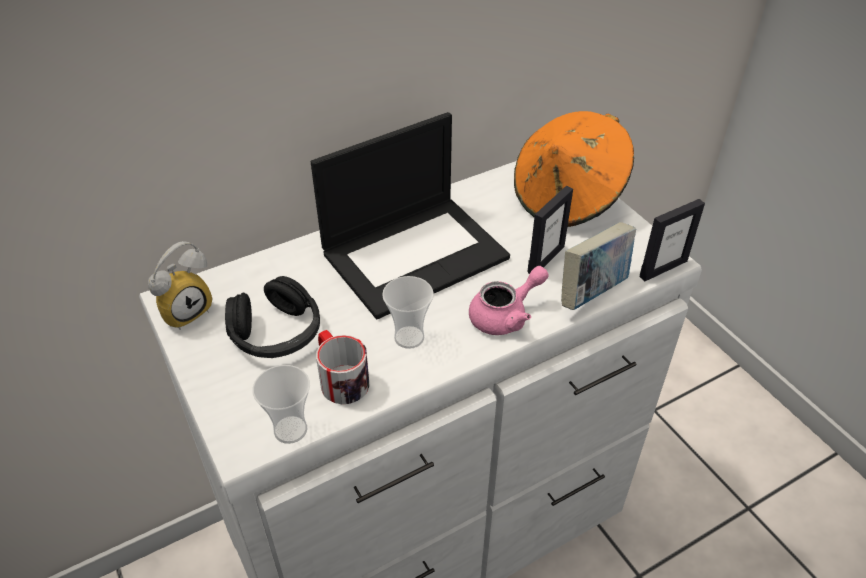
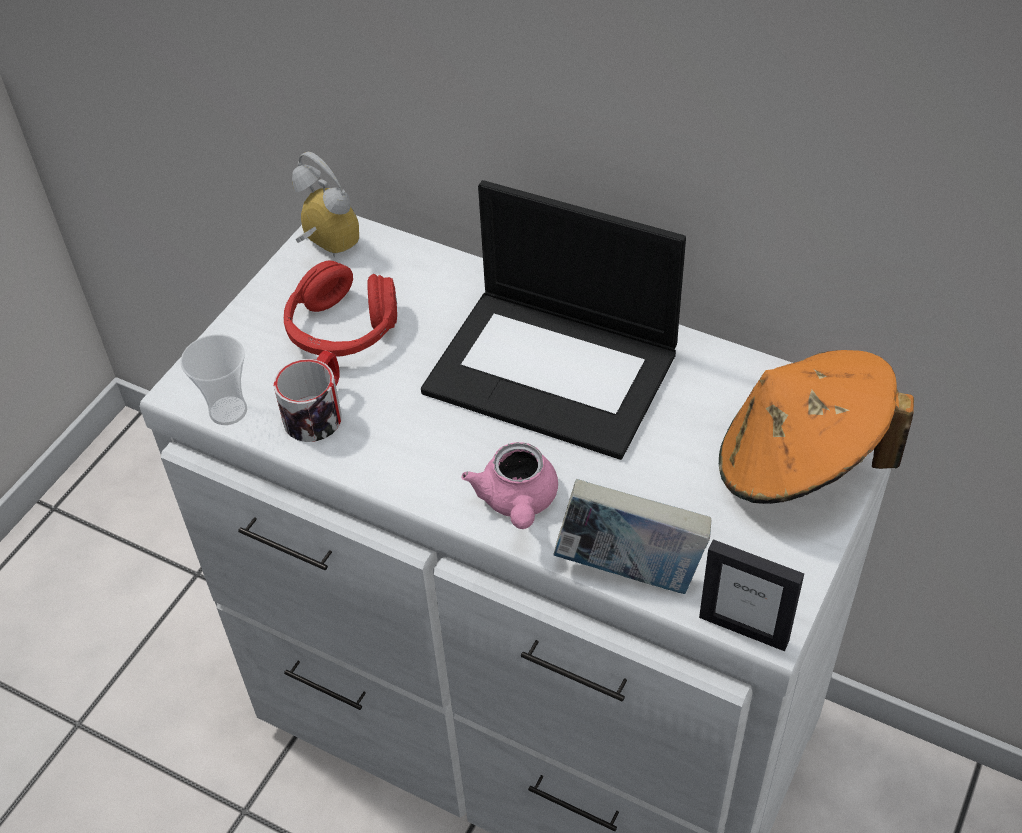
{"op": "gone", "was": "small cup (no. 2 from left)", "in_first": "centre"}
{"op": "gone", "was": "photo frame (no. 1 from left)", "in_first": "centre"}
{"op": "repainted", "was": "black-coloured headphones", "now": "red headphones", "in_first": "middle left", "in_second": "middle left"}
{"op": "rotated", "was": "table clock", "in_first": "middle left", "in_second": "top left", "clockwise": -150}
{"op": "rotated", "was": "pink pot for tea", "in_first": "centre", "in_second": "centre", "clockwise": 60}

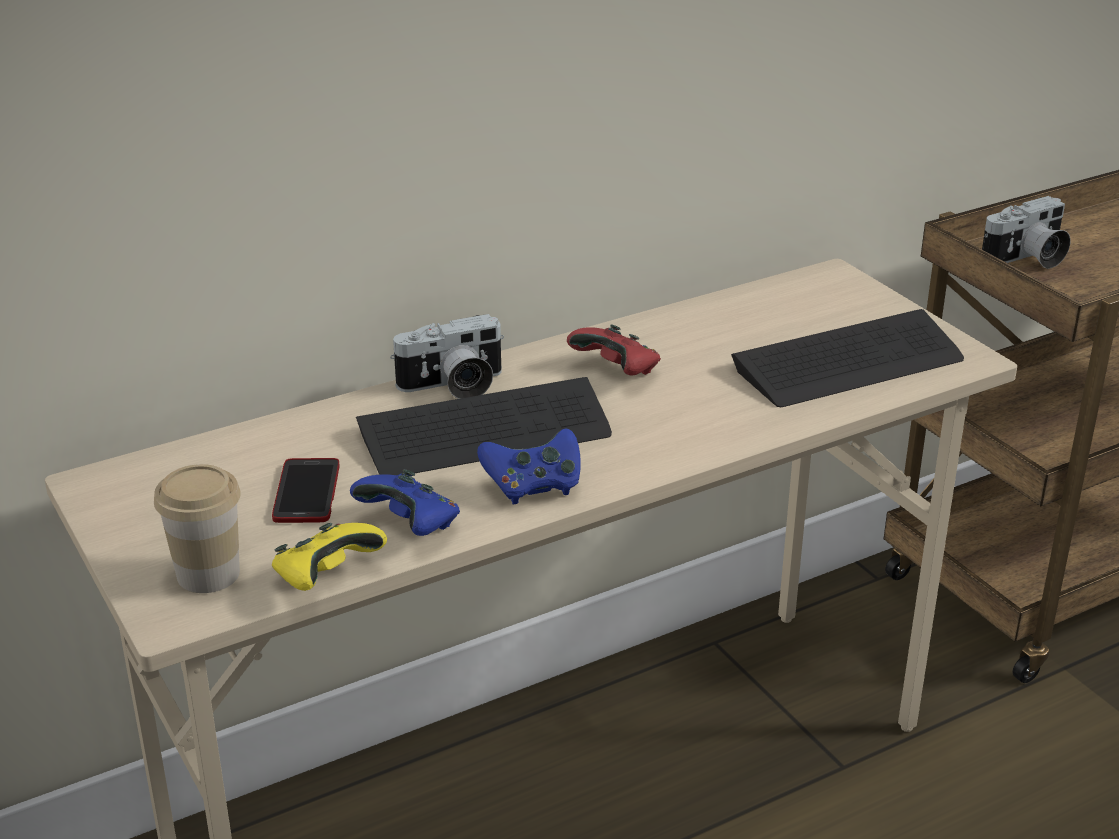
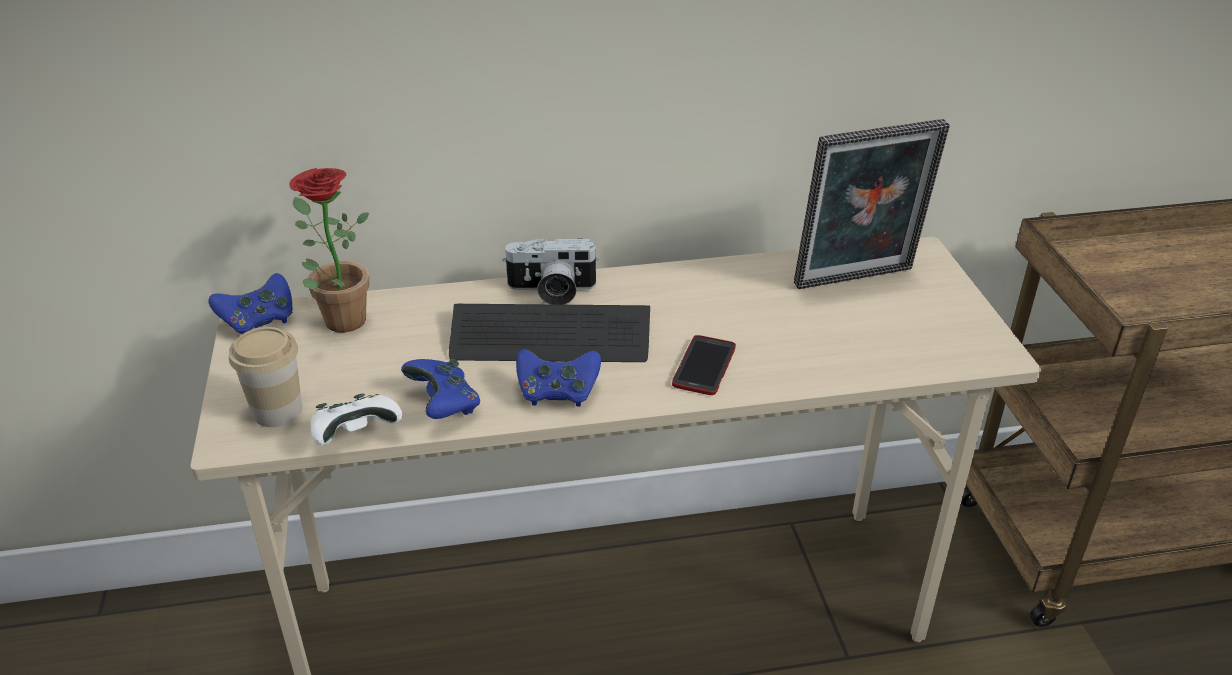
{"op": "gone", "was": "red game controller", "in_first": "centre"}
{"op": "gone", "was": "PC keyboard (no. 2 from left)", "in_first": "middle right"}
{"op": "gone", "was": "still camera (no. 2 from left)", "in_first": "top right"}
{"op": "new", "now": "blue-coloured game controller (no. 1 from left)", "in_second": "middle left"}
{"op": "new", "now": "houseplant", "in_second": "middle left"}
{"op": "new", "now": "photo frame", "in_second": "top right"}
{"op": "shifted", "was": "telephone", "in_first": "middle left", "in_second": "centre"}
{"op": "repainted", "was": "yellow-coloured game controller", "now": "whitish game controller", "in_first": "middle left", "in_second": "middle left"}

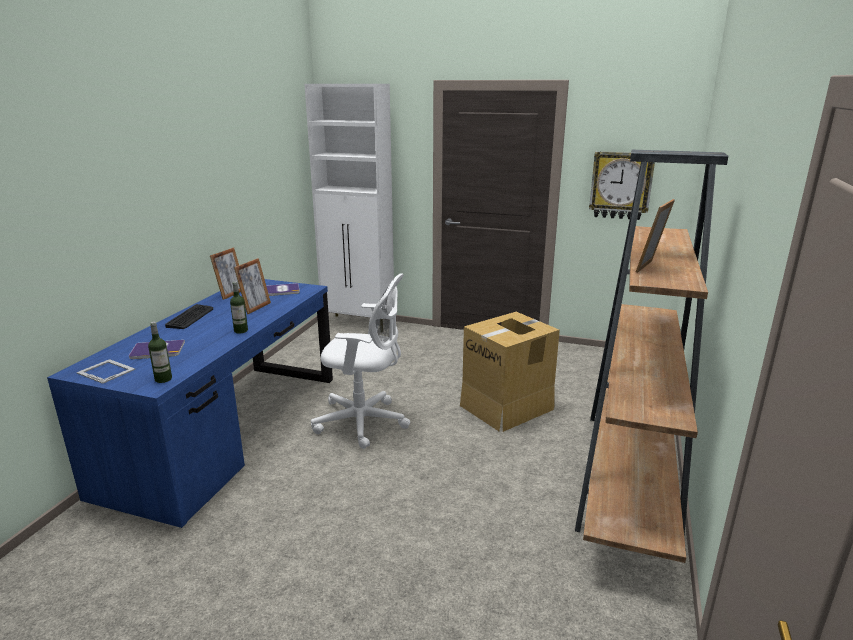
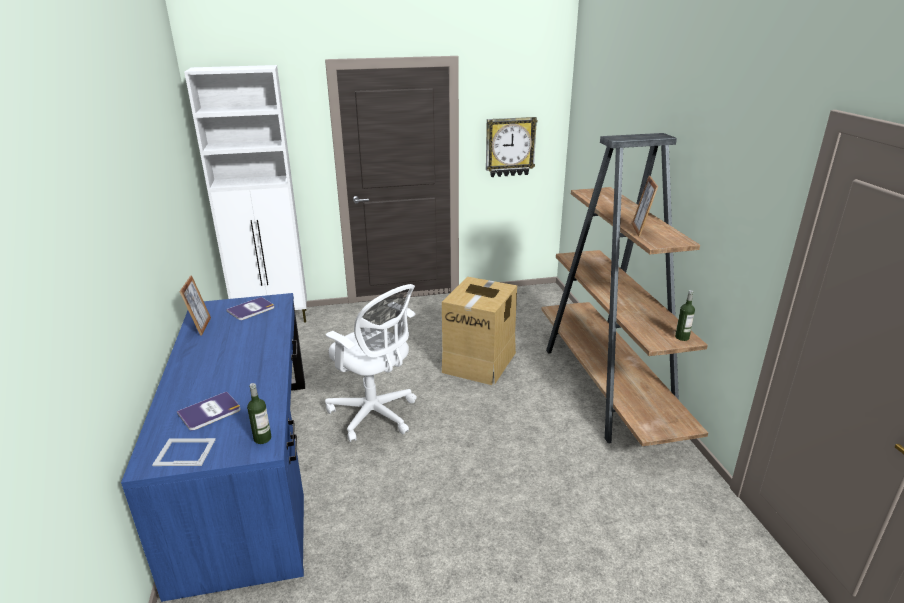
{"op": "gone", "was": "PC keyboard", "in_first": "middle left"}
{"op": "gone", "was": "photo frame (no. 3 from left)", "in_first": "middle left"}
{"op": "shifted", "was": "bottle (no. 2 from left)", "in_first": "middle left", "in_second": "middle right"}
{"op": "rotated", "was": "whitish desk chair", "in_first": "centre", "in_second": "centre", "clockwise": 60}

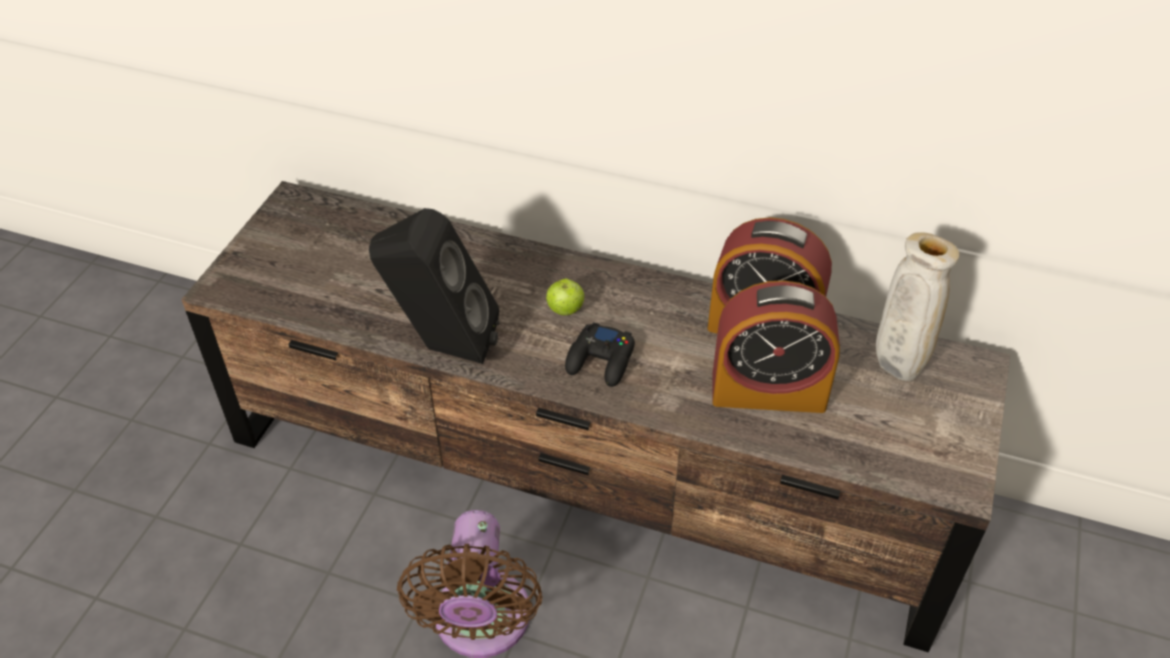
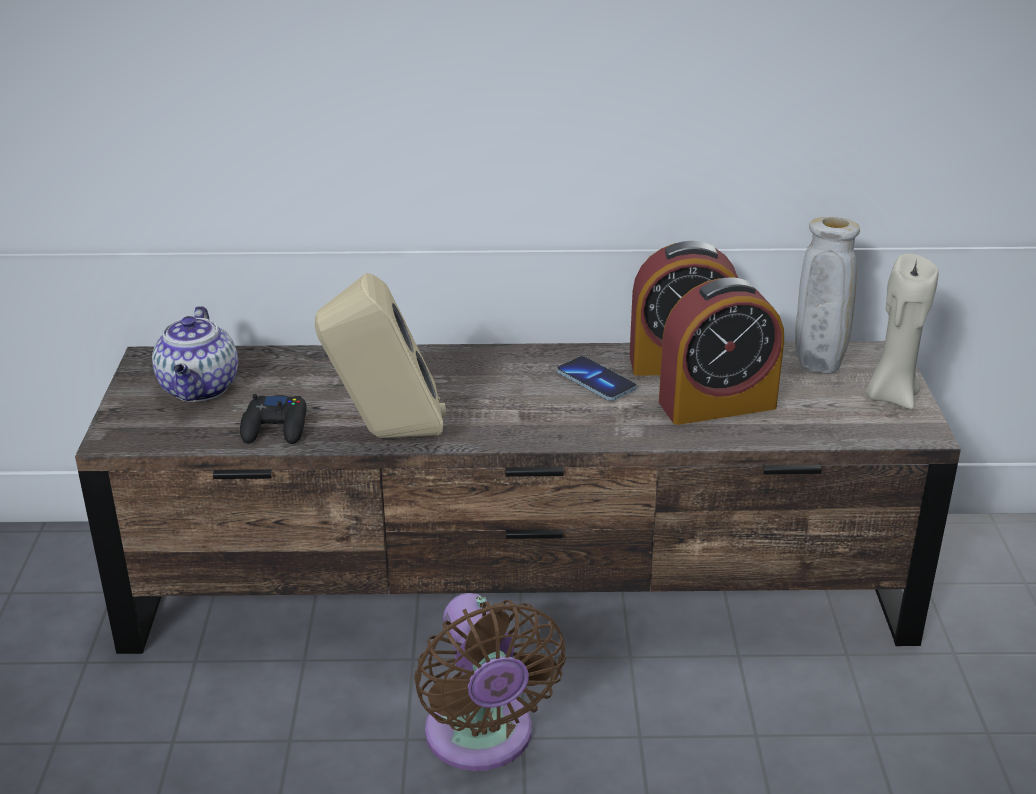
{"op": "gone", "was": "apple fruit", "in_first": "centre"}
{"op": "new", "now": "pot for tea", "in_second": "middle left"}
{"op": "new", "now": "telephone", "in_second": "centre"}
{"op": "new", "now": "beige candle", "in_second": "middle right"}
{"op": "shifted", "was": "black-coloured game controller", "in_first": "centre", "in_second": "middle left"}
{"op": "repainted", "was": "black-coloured loudspeaker", "now": "beige loudspeaker", "in_first": "centre", "in_second": "centre"}

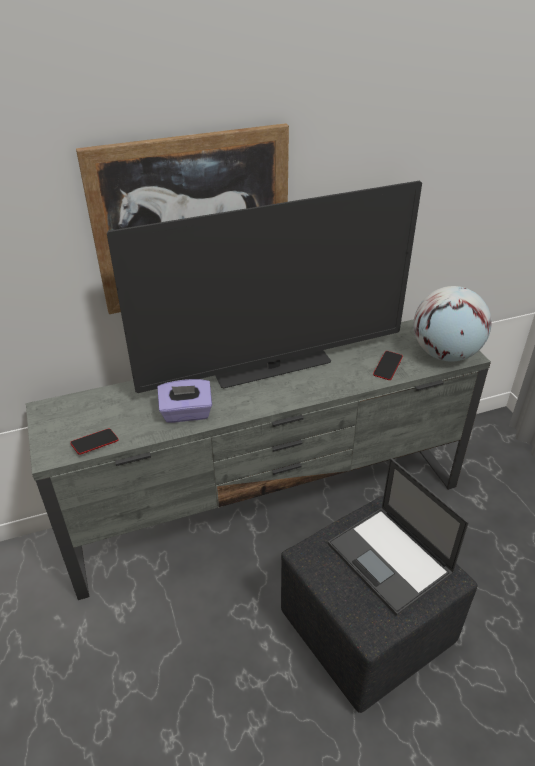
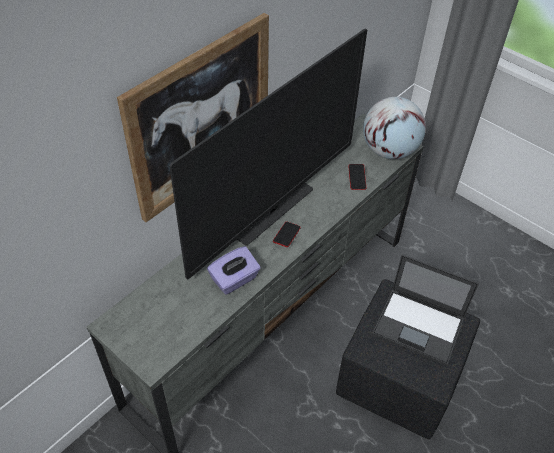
{"op": "shifted", "was": "telephone (no. 1 from left)", "in_first": "middle left", "in_second": "centre"}

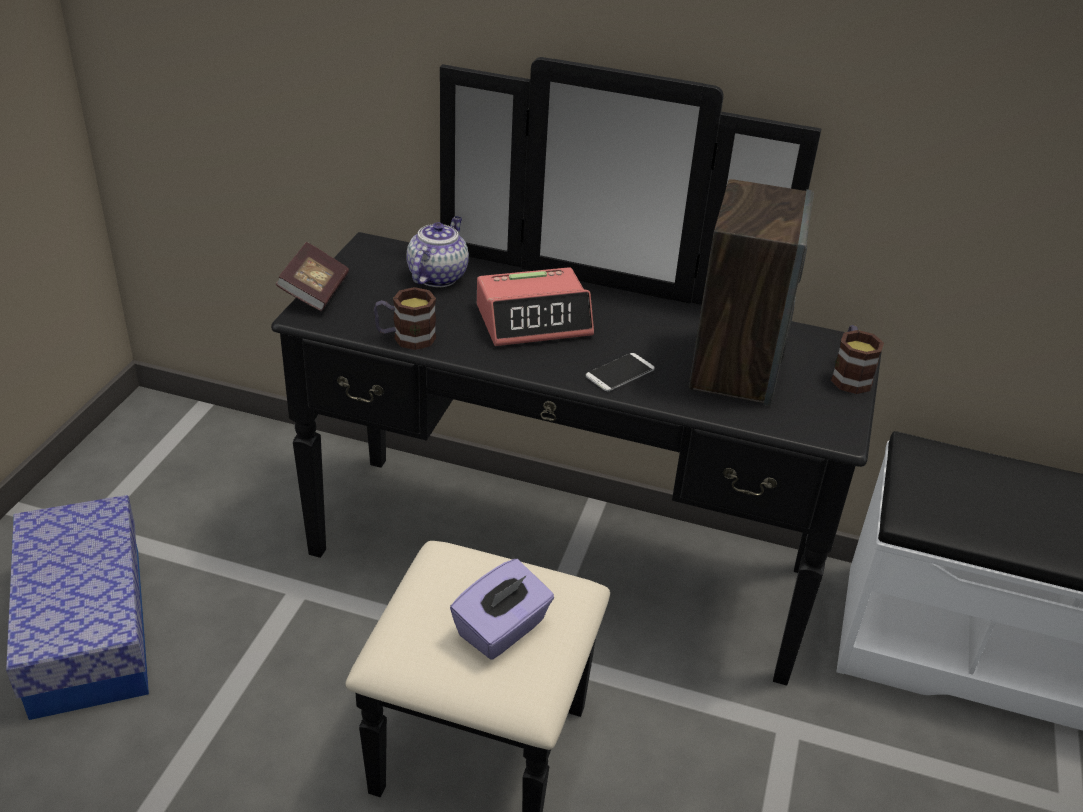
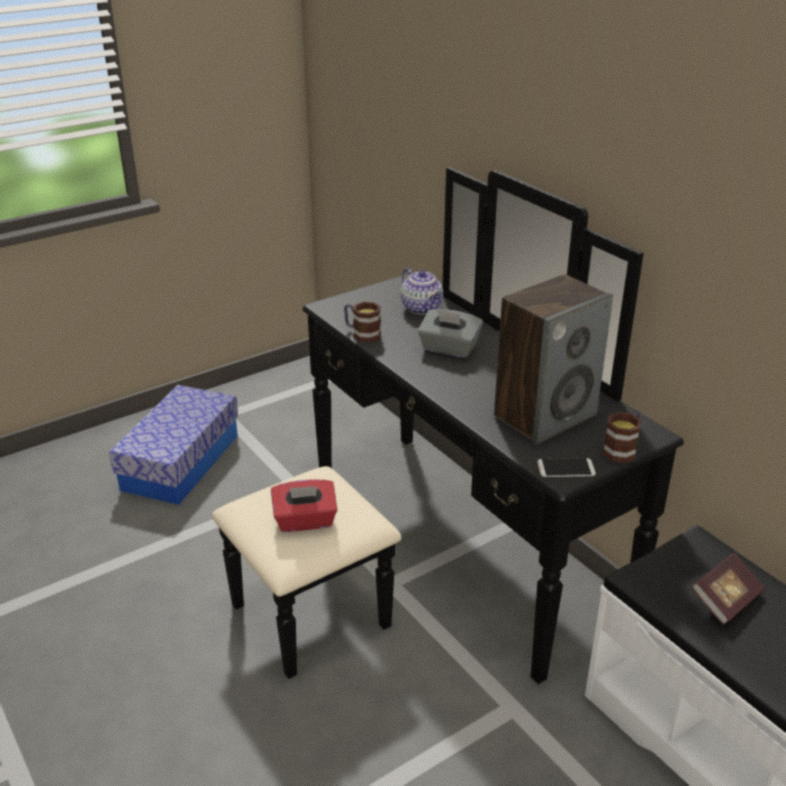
{"op": "shifted", "was": "volume", "in_first": "middle left", "in_second": "bottom right"}
{"op": "shifted", "was": "telephone", "in_first": "centre", "in_second": "middle right"}
{"op": "swapped", "was": "table clock", "now": "greyish tissue box", "in_first": "centre", "in_second": "centre"}
{"op": "repainted", "was": "purplish tissue box", "now": "red tissue box", "in_first": "bottom centre", "in_second": "centre"}
{"op": "rotated", "was": "pot for tea", "in_first": "top centre", "in_second": "centre", "clockwise": 90}

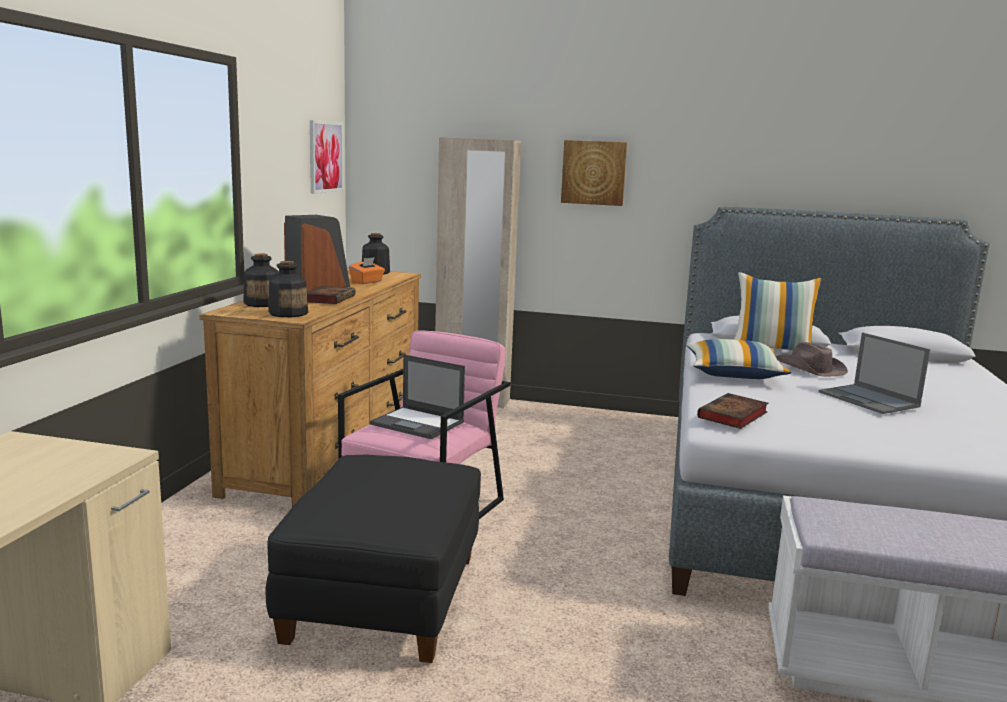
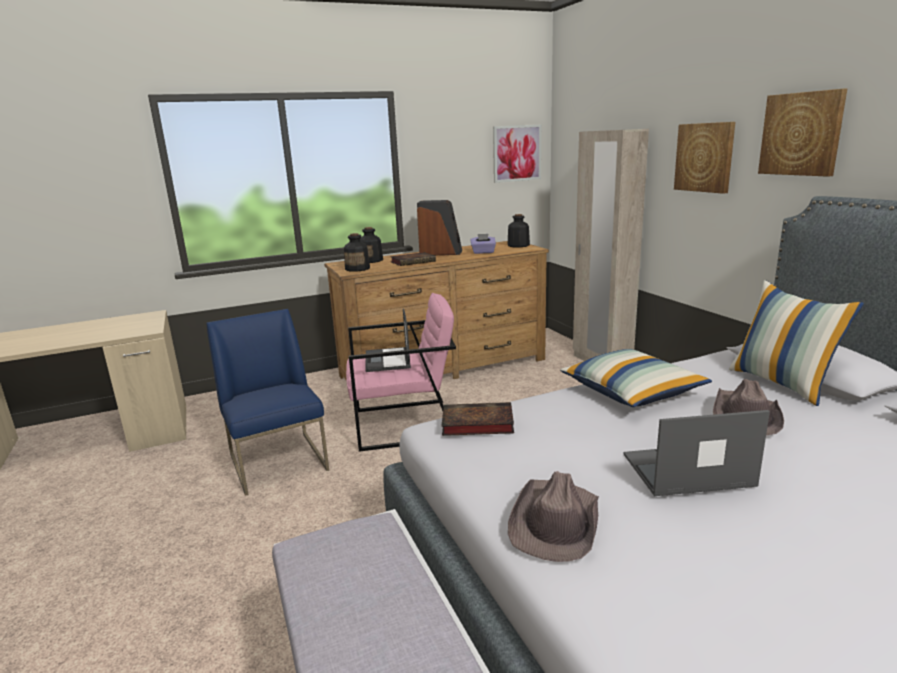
{"op": "new", "now": "brown wearable hat (no. 1 from left)", "in_second": "bottom centre"}
{"op": "new", "now": "wall art (no. 3 from left)", "in_second": "top right"}
{"op": "swapped", "was": "black-coloured ottoman", "now": "blue-coloured chair", "in_first": "bottom centre", "in_second": "middle left"}
{"op": "repainted", "was": "orange-coloured tissue box", "now": "purplish tissue box", "in_first": "centre", "in_second": "centre"}
{"op": "rotated", "was": "notebook computer (no. 2 from left)", "in_first": "middle right", "in_second": "bottom right", "clockwise": 60}

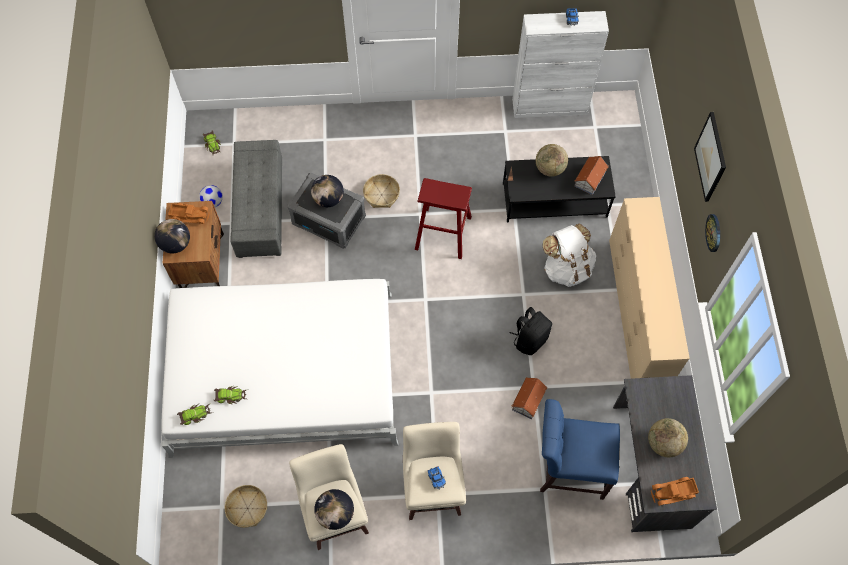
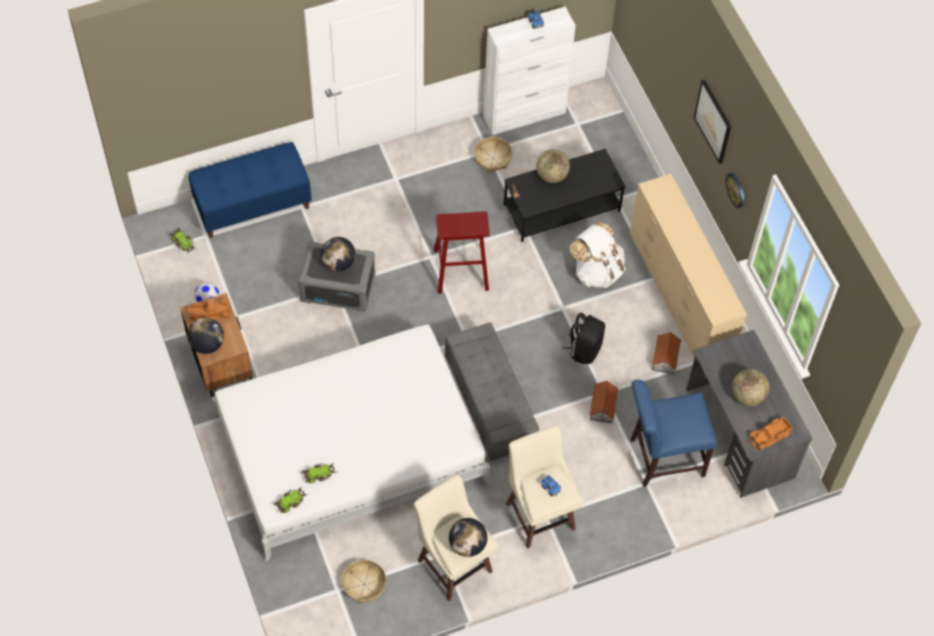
{"op": "new", "now": "blue-coloured bench", "in_second": "top left"}
{"op": "shifted", "was": "greyish ottoman", "in_first": "middle left", "in_second": "centre"}
{"op": "shifted", "was": "storage basket (no. 2 from left)", "in_first": "centre", "in_second": "top centre"}
{"op": "shifted", "was": "miniature house (no. 2 from left)", "in_first": "top right", "in_second": "middle right"}

